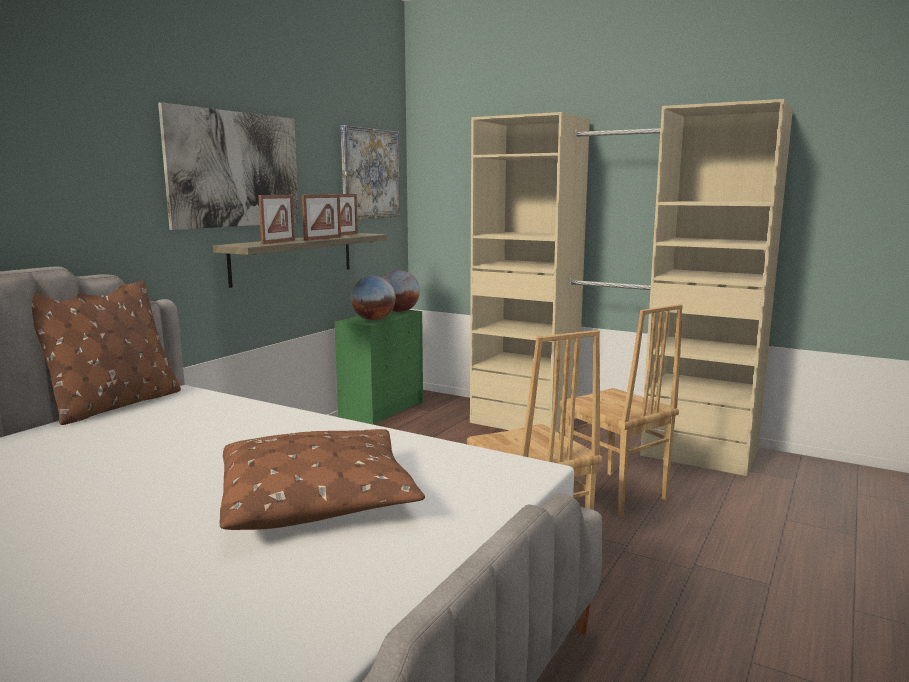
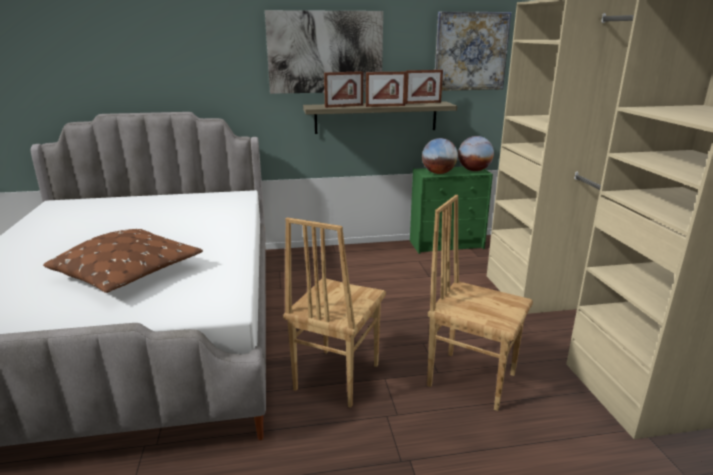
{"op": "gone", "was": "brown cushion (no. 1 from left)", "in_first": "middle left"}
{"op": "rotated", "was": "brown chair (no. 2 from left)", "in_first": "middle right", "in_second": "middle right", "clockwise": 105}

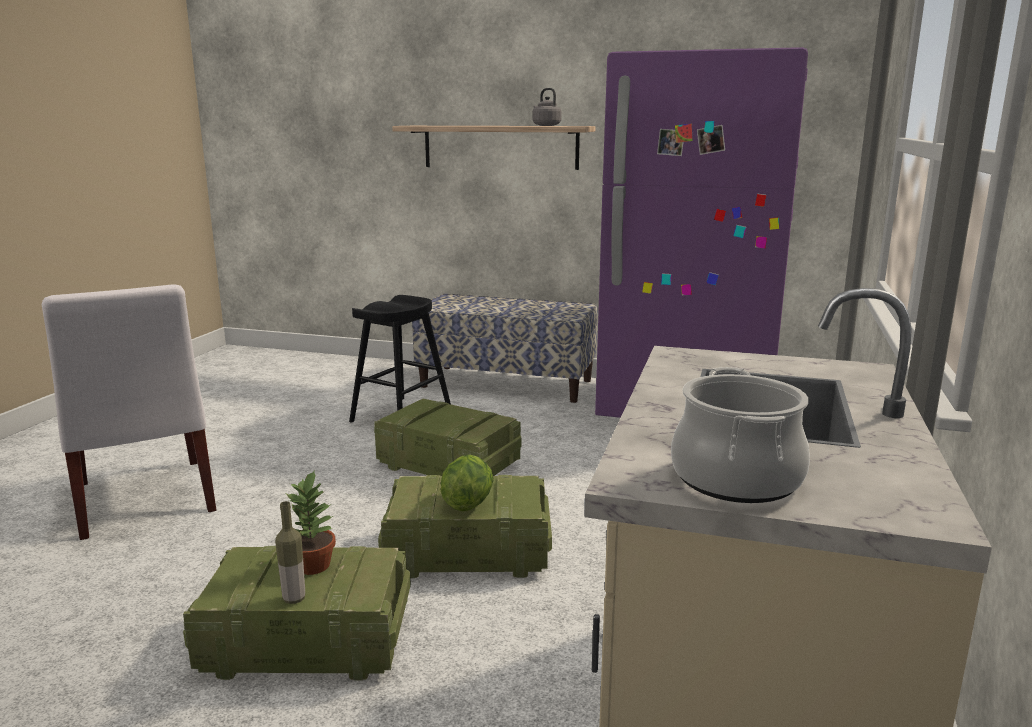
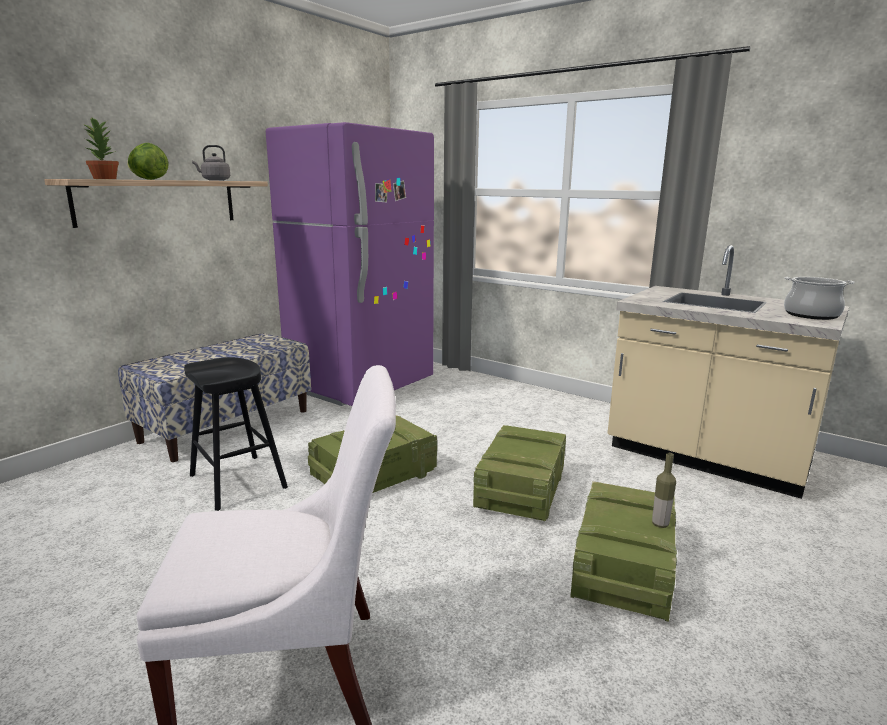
{"op": "shifted", "was": "houseplant", "in_first": "bottom left", "in_second": "top left"}
{"op": "shifted", "was": "head of lettuce", "in_first": "centre", "in_second": "top left"}

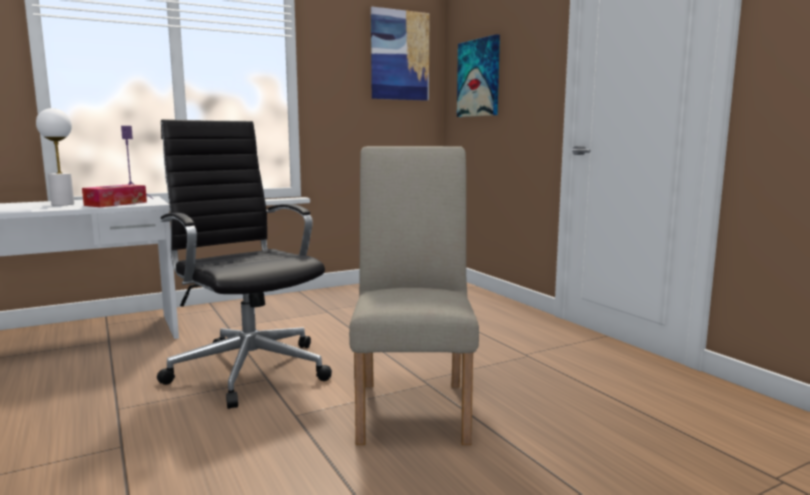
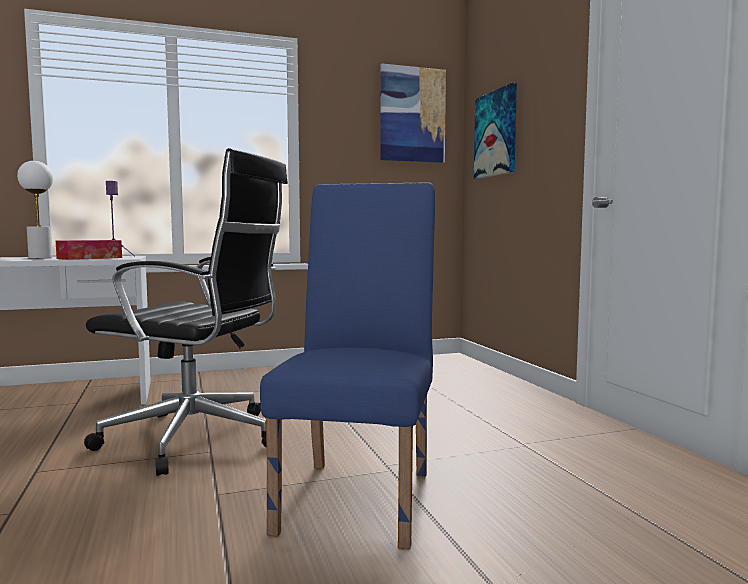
{"op": "repainted", "was": "beige chair", "now": "blue-coloured chair", "in_first": "centre", "in_second": "centre"}
{"op": "rotated", "was": "black-coloured desk chair", "in_first": "middle left", "in_second": "middle left", "clockwise": 135}

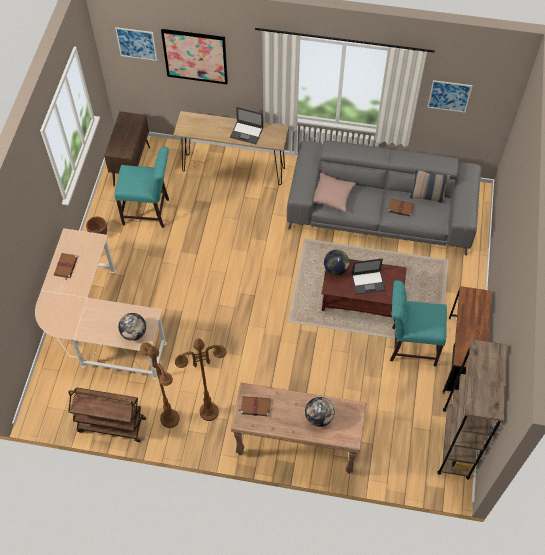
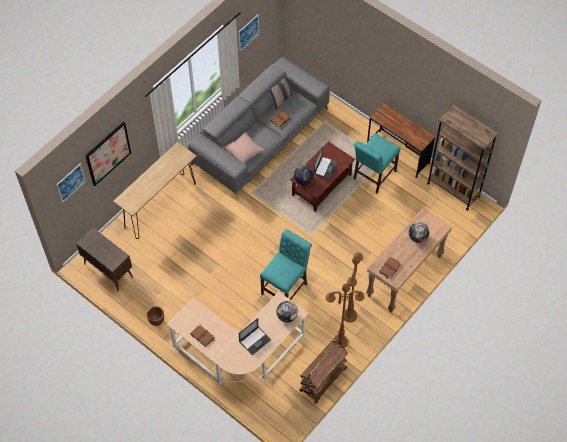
{"op": "shifted", "was": "turquoise-coloured chair (no. 1 from left)", "in_first": "middle left", "in_second": "centre"}
{"op": "shifted", "was": "notebook computer (no. 1 from left)", "in_first": "top centre", "in_second": "bottom centre"}

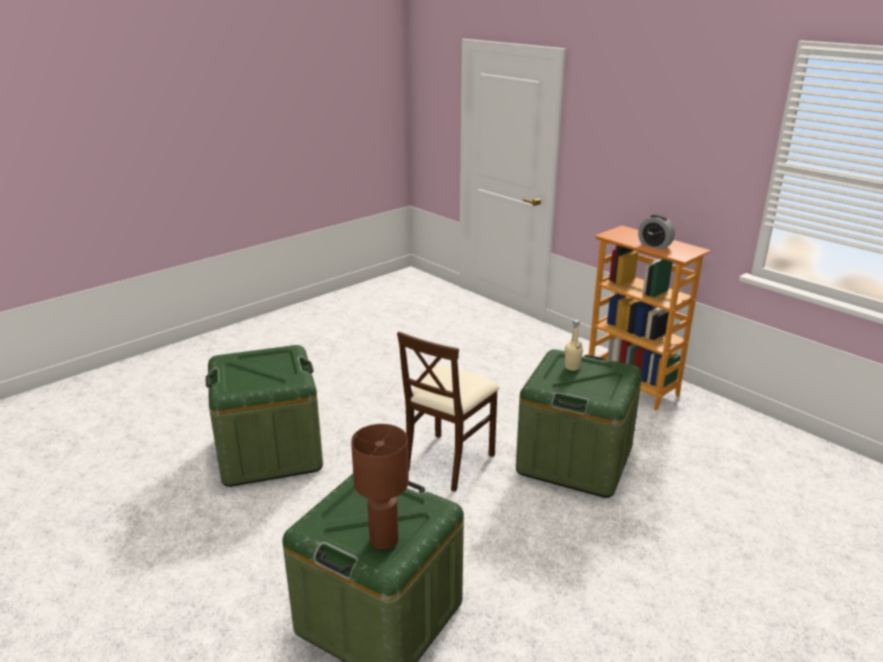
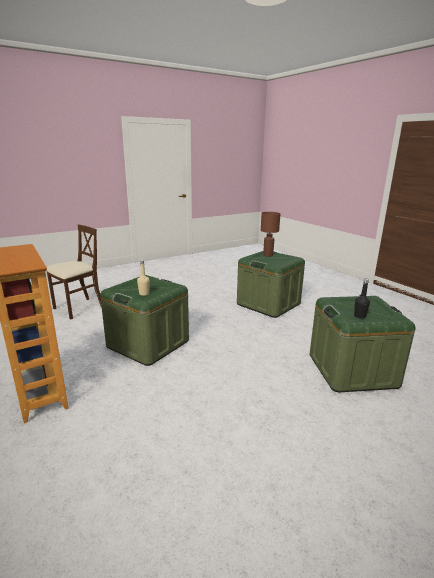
{"op": "gone", "was": "table clock", "in_first": "middle right"}
{"op": "new", "now": "black-coloured bottle", "in_second": "middle right"}
{"op": "shifted", "was": "beige chair", "in_first": "centre", "in_second": "middle left"}

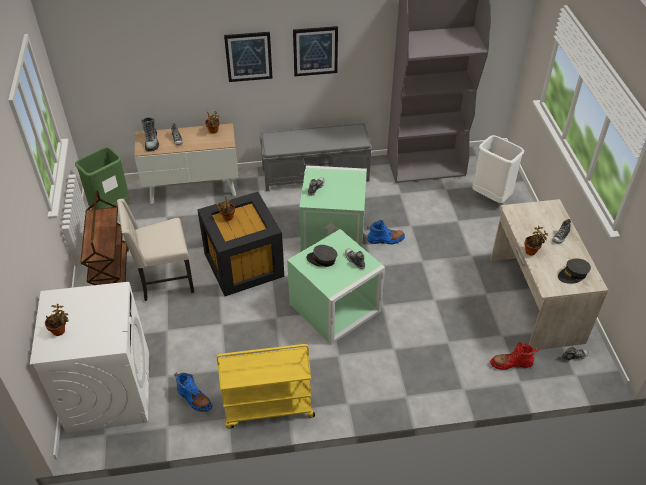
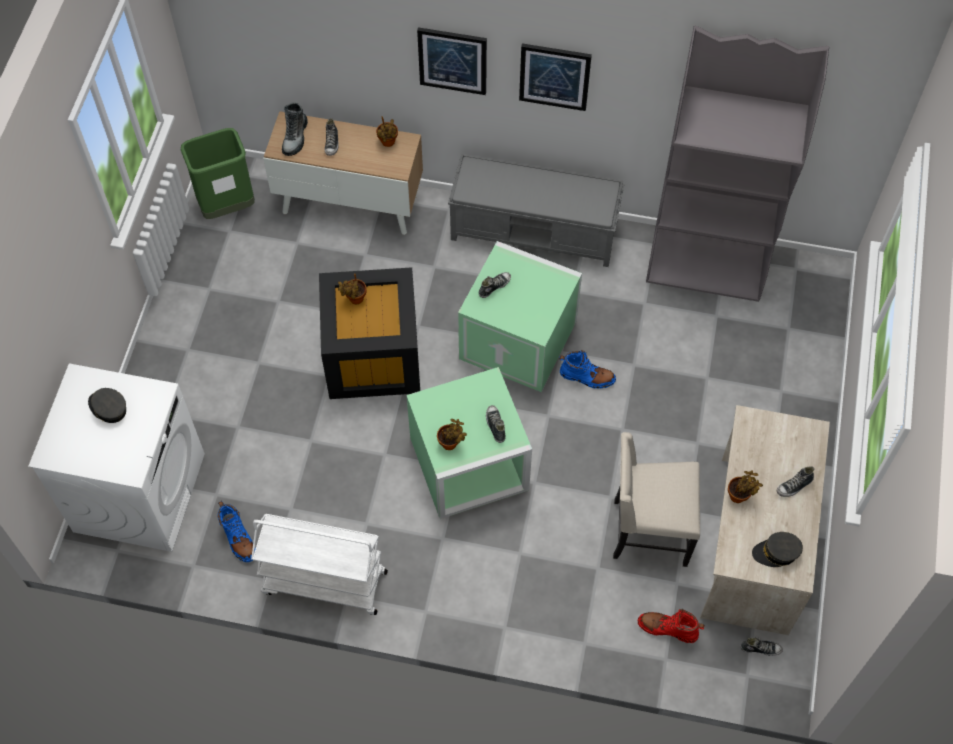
{"op": "gone", "was": "brown wheeled cart", "in_first": "middle left"}
{"op": "gone", "was": "whitish trash can", "in_first": "middle right"}
{"op": "shifted", "was": "houseplant (no. 1 from left in the first image)", "now": "houseplant (no. 3 from left)", "in_first": "middle left", "in_second": "centre"}
{"op": "shifted", "was": "beige chair", "in_first": "middle left", "in_second": "bottom right"}
{"op": "shifted", "was": "greyish cap (no. 1 from left)", "in_first": "centre", "in_second": "middle left"}
{"op": "repainted", "was": "yellow-coloured wheeled cart", "now": "whitish wheeled cart", "in_first": "bottom centre", "in_second": "bottom centre"}

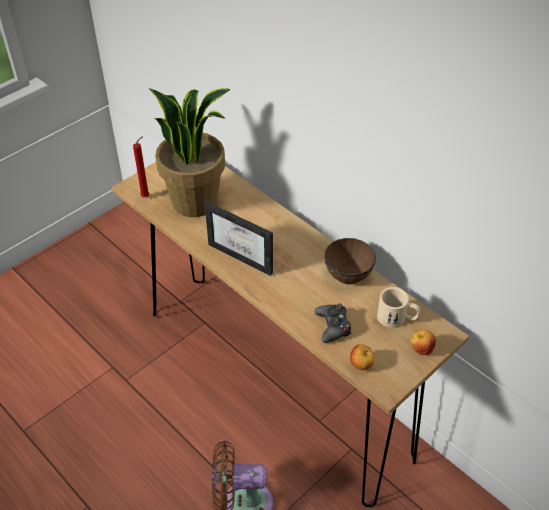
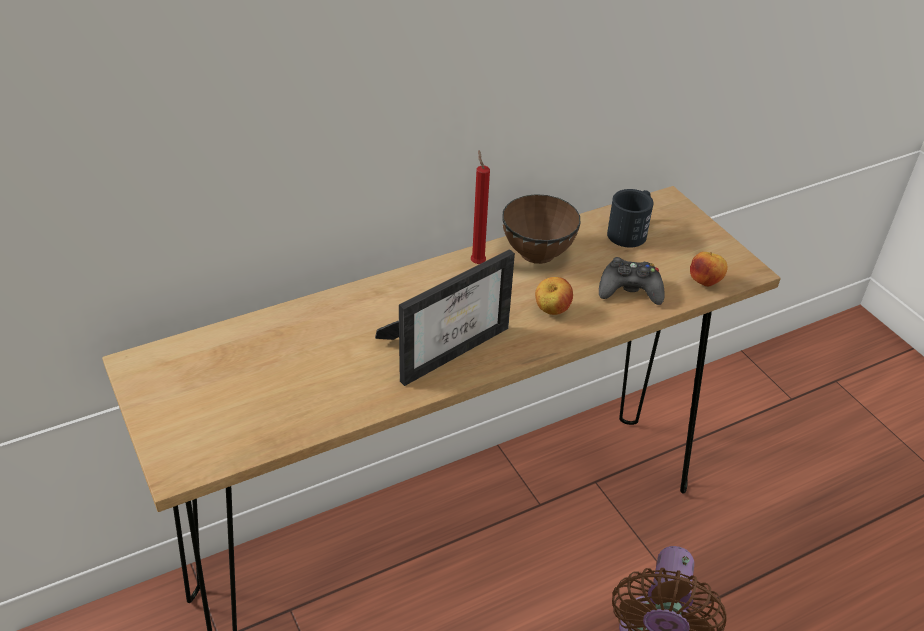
{"op": "gone", "was": "houseplant", "in_first": "top centre"}
{"op": "shifted", "was": "red candle", "in_first": "top left", "in_second": "top centre"}
{"op": "shifted", "was": "apple fruit (no. 2 from left in the first image)", "now": "apple fruit (no. 1 from left)", "in_first": "bottom right", "in_second": "centre"}
{"op": "repainted", "was": "beige coffee mug", "now": "black-coloured coffee mug", "in_first": "middle right", "in_second": "middle right"}

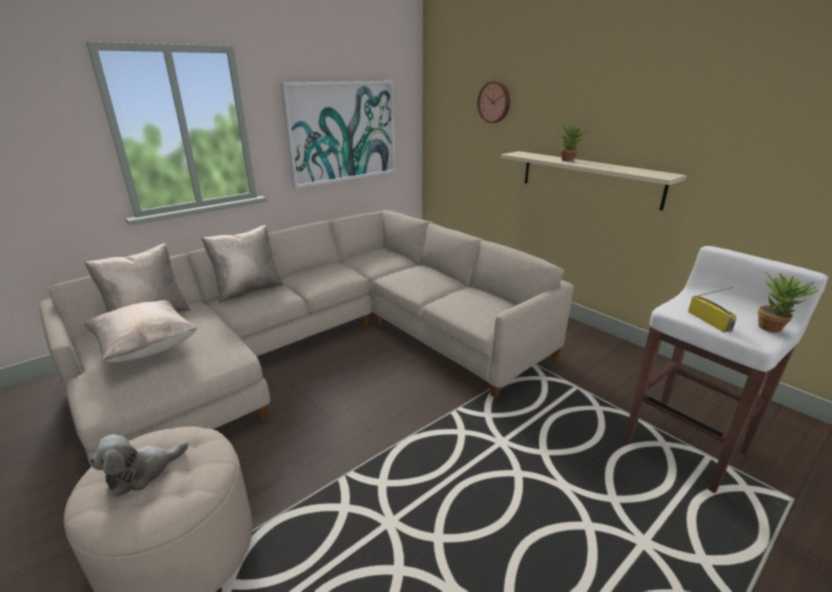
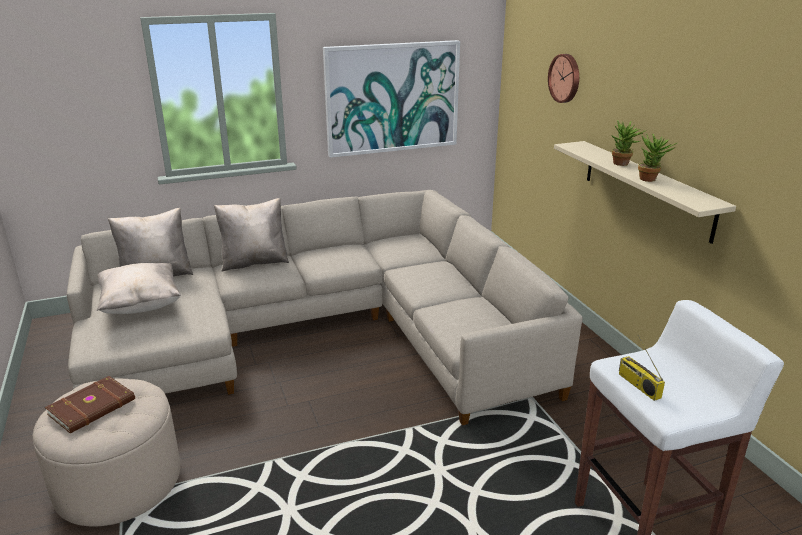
{"op": "shifted", "was": "houseplant (no. 2 from left)", "in_first": "middle right", "in_second": "top right"}
{"op": "swapped", "was": "cuddly toy", "now": "brown volume", "in_first": "bottom left", "in_second": "bottom left"}
{"op": "rotated", "was": "radio", "in_first": "middle right", "in_second": "bottom right", "clockwise": 150}

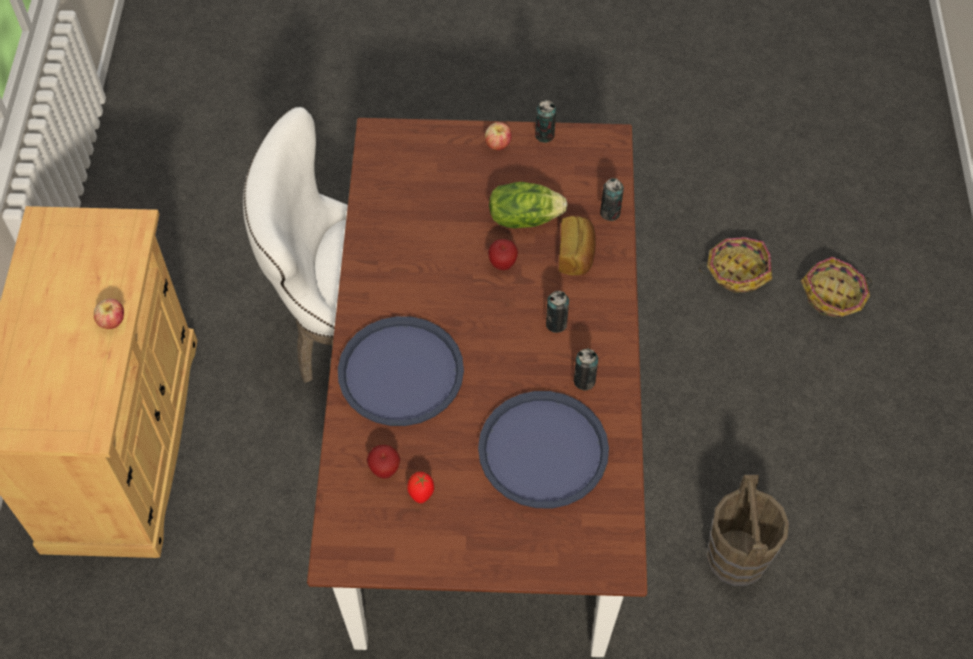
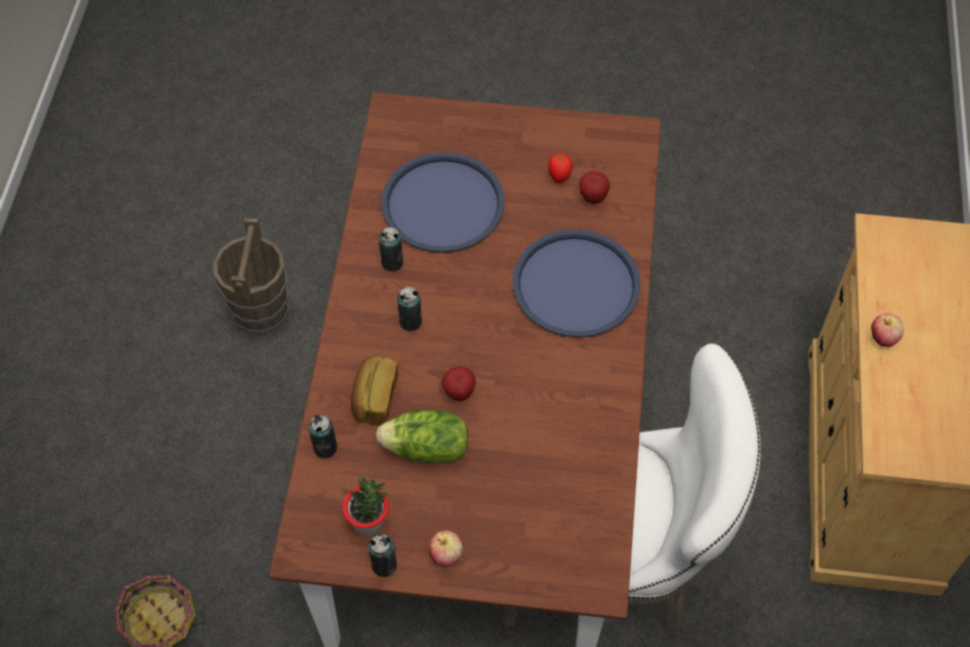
{"op": "gone", "was": "storage basket (no. 2 from left)", "in_first": "middle right"}
{"op": "new", "now": "houseplant", "in_second": "bottom centre"}

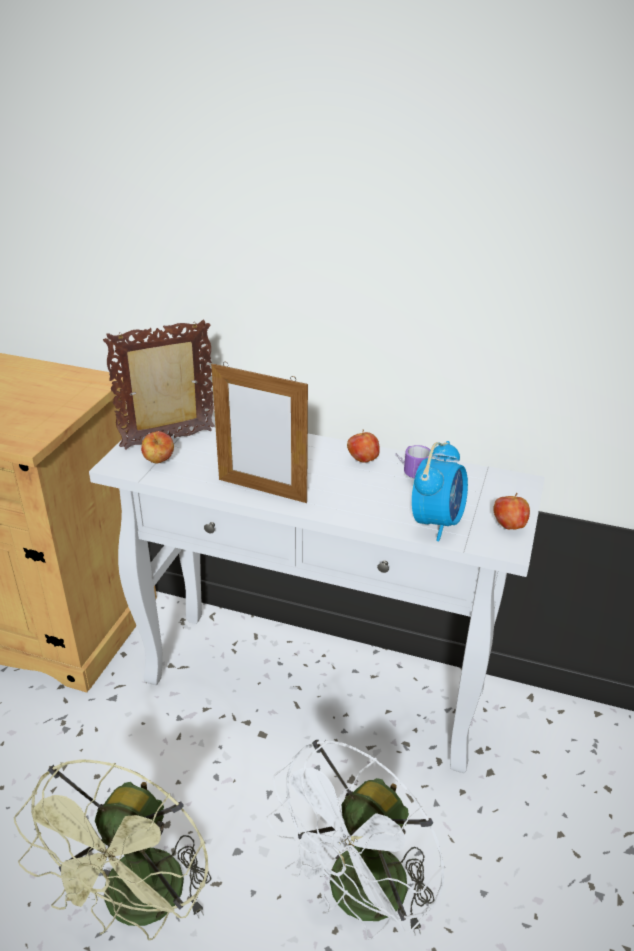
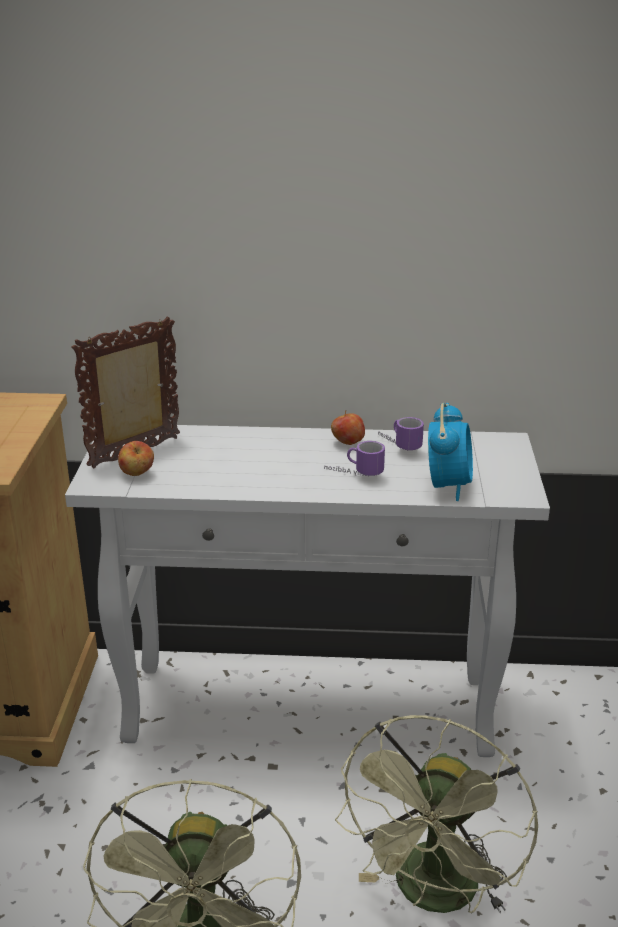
{"op": "gone", "was": "photo frame (no. 2 from left)", "in_first": "centre"}
{"op": "gone", "was": "apple fruit (no. 3 from left)", "in_first": "middle right"}
{"op": "new", "now": "coffee mug (no. 1 from left)", "in_second": "centre"}
{"op": "repainted", "was": "whitish fan", "now": "green-coloured fan (no. 2 from left)", "in_first": "bottom centre", "in_second": "bottom right"}

